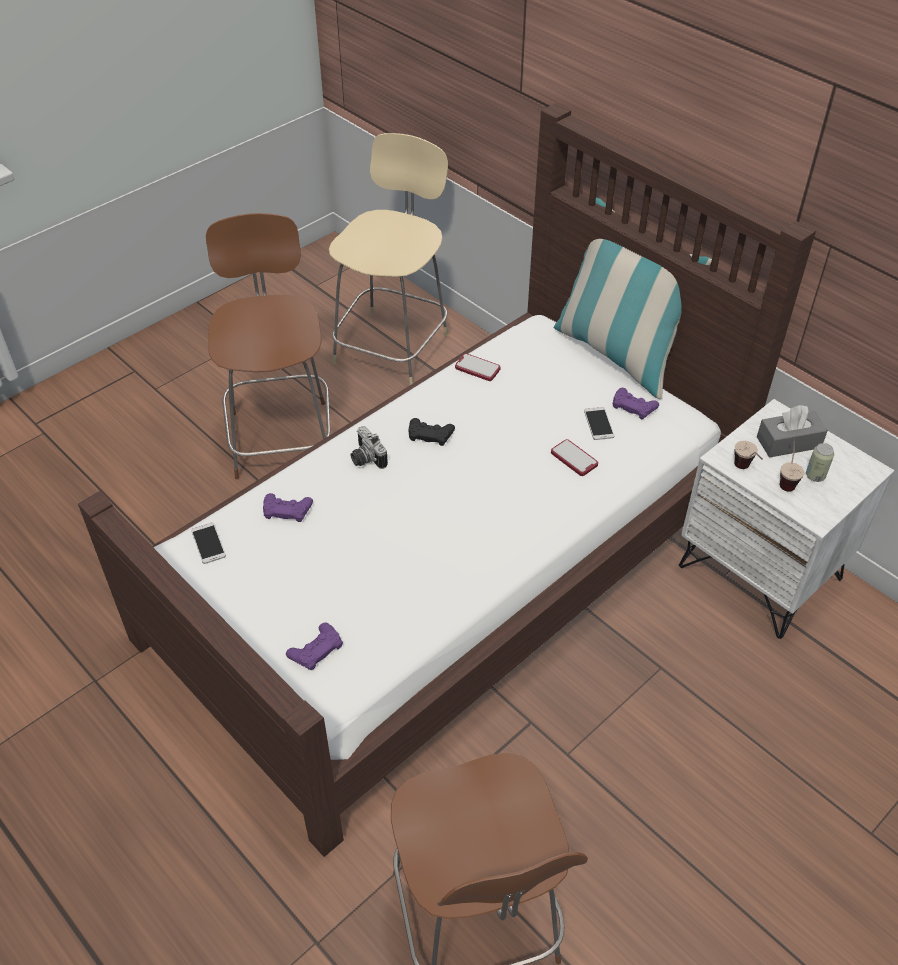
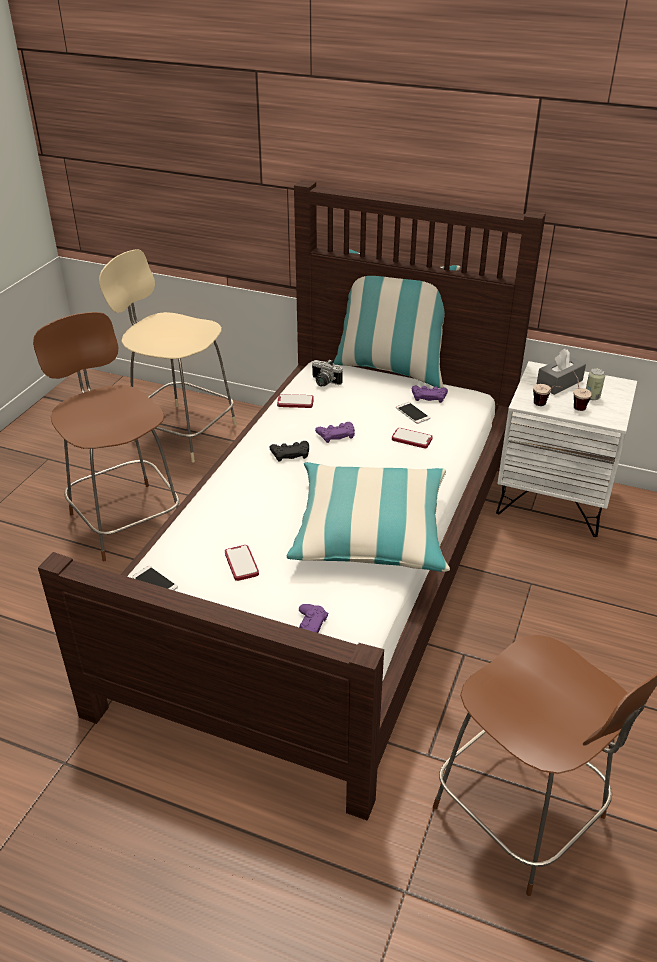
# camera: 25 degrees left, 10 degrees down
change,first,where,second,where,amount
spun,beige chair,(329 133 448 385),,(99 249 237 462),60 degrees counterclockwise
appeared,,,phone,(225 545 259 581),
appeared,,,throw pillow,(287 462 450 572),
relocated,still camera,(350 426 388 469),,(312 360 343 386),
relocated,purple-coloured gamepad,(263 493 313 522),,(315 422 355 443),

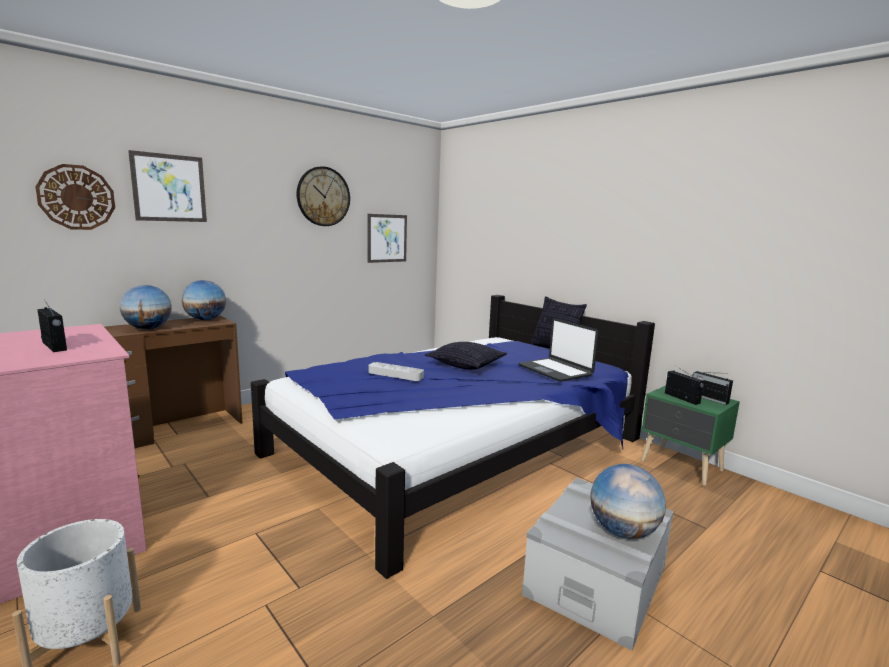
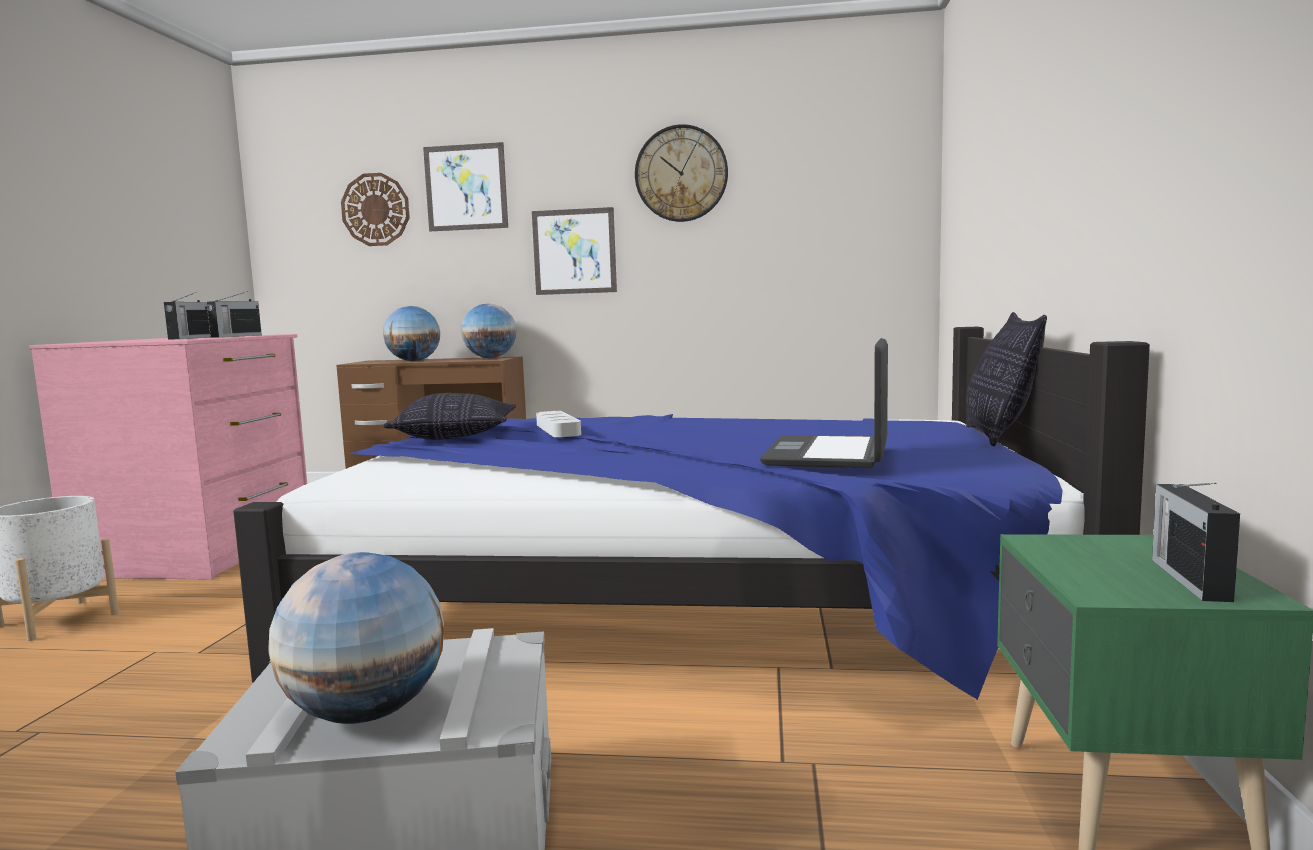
# camera: 50 degrees right, 5 degrees down
change,first,where,second,where,amount
relocated,radio receiver,(665 367 704 405),,(207 291 262 338),
relocated,throw pillow,(425 342 507 370),,(383 393 516 440),
relocated,picture,(368 214 407 263),,(532 207 617 295),

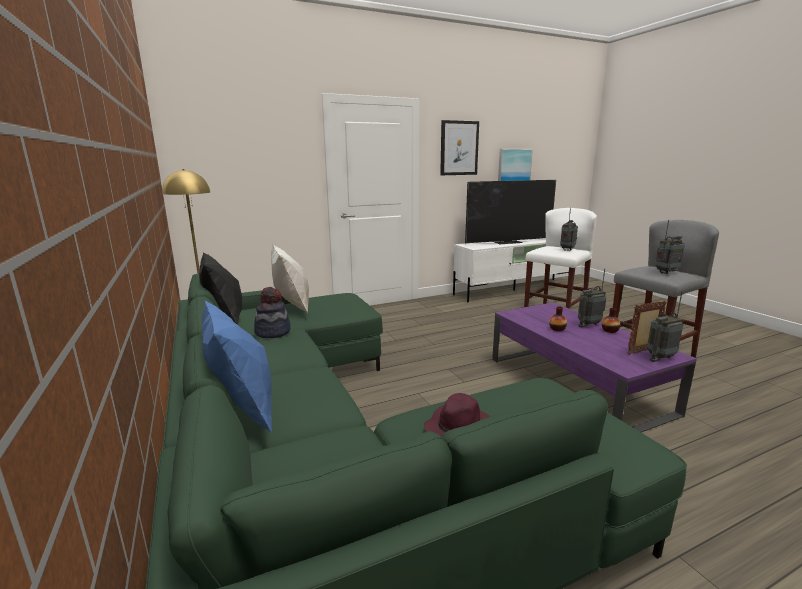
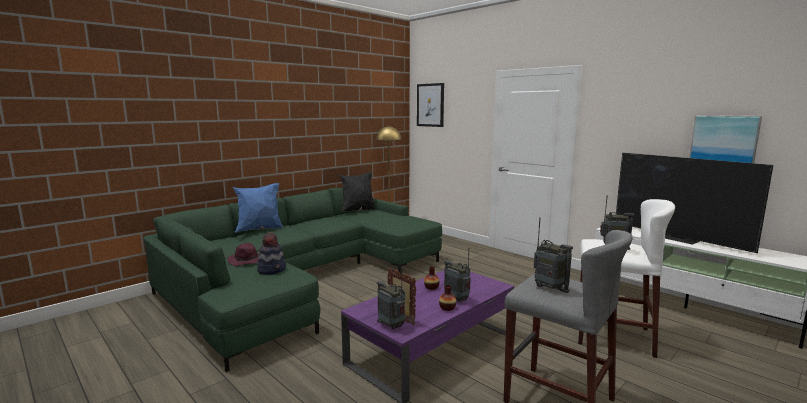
# camera: 70 degrees right, 5 degrees down
change,first,where,second,where,amount
relocated,wearable hat,(254 287 291 338),,(257 232 286 275),
relocated,picture,(440 120 479 175),,(417 83 444 127),
missing,whitish throw pillow,(271 245 309 313),,,

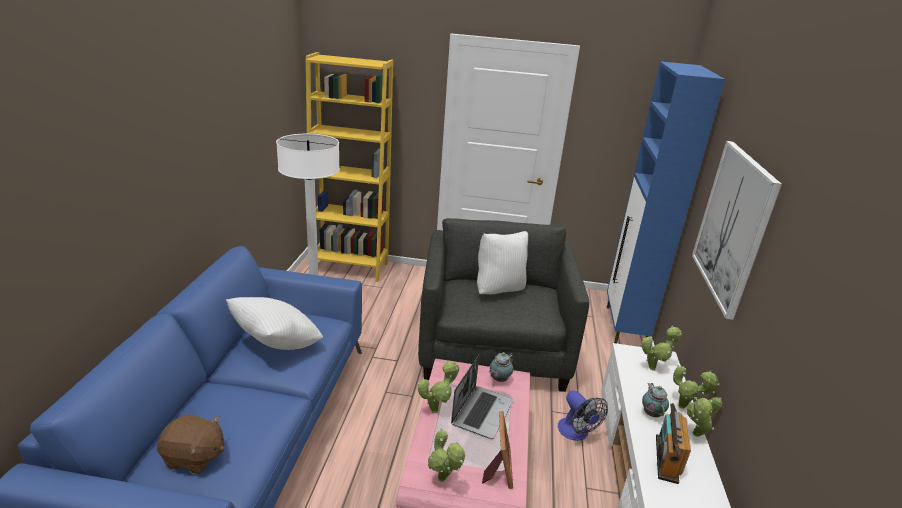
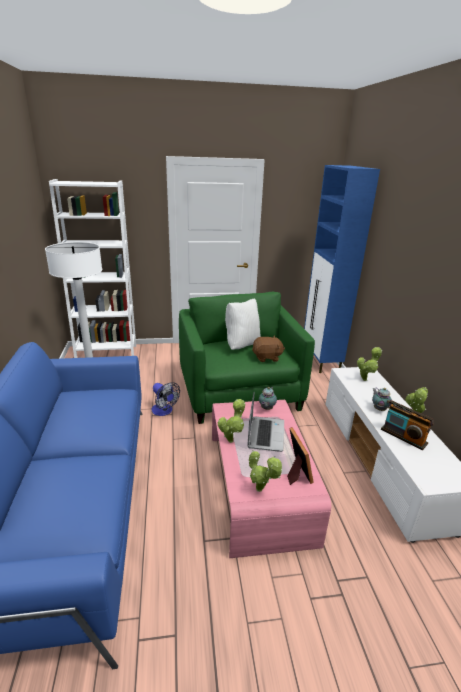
# camera: 15 degrees left, 0 degrees up
change,first,where,second,where,amount
colour,yellow shelving unit,(305 52 393 282),whitish shelving unit,(49 179 136 358),
relocated,cooling fan,(558 390 608 441),,(151 382 180 416),
colour,gray armchair,(418 218 589 392),green armchair,(179 292 315 424),
relocated,brown-coloured plush toy,(157 414 225 474),,(252 336 285 362),
spun,radio receiver,(656 403 691 484),,(381 400 434 450),45 degrees counterclockwise
missing,whitish throw pillow,(226 297 323 350),,,
missing,potted plant,(673 365 719 409),,,
missing,picture,(692 141 782 320),,,

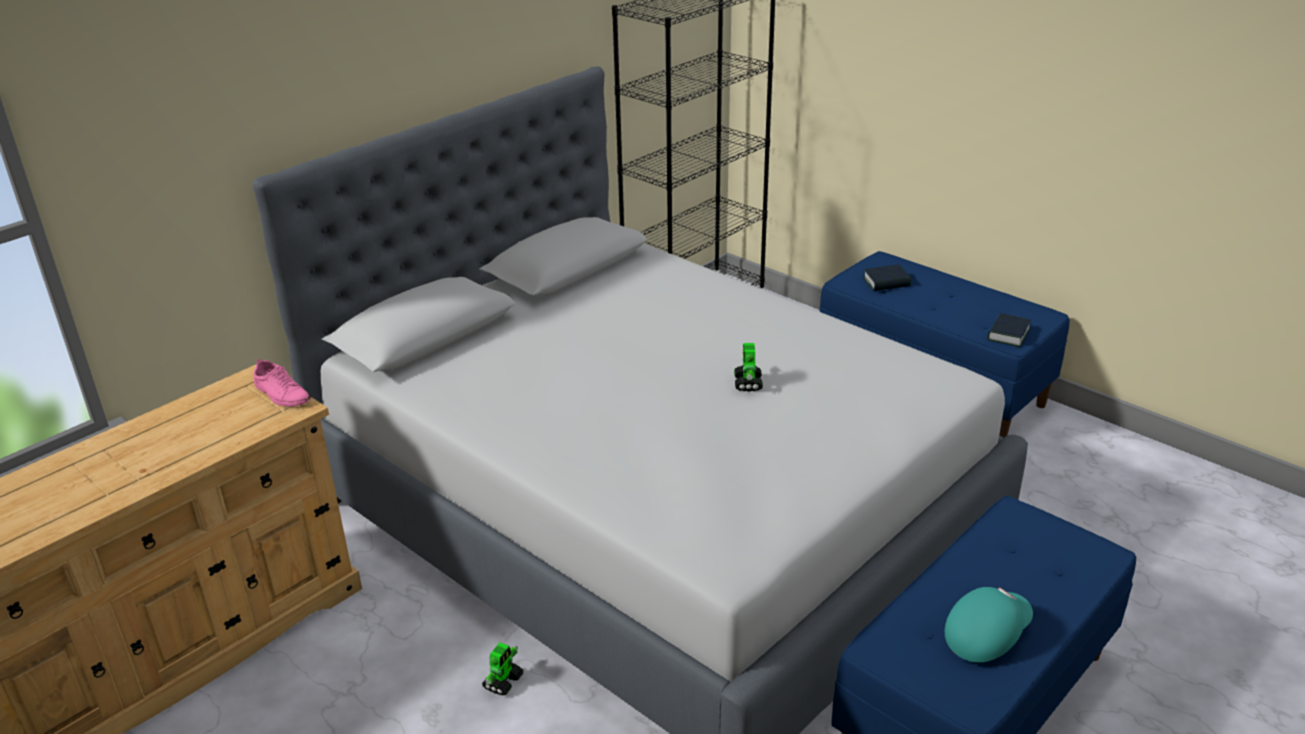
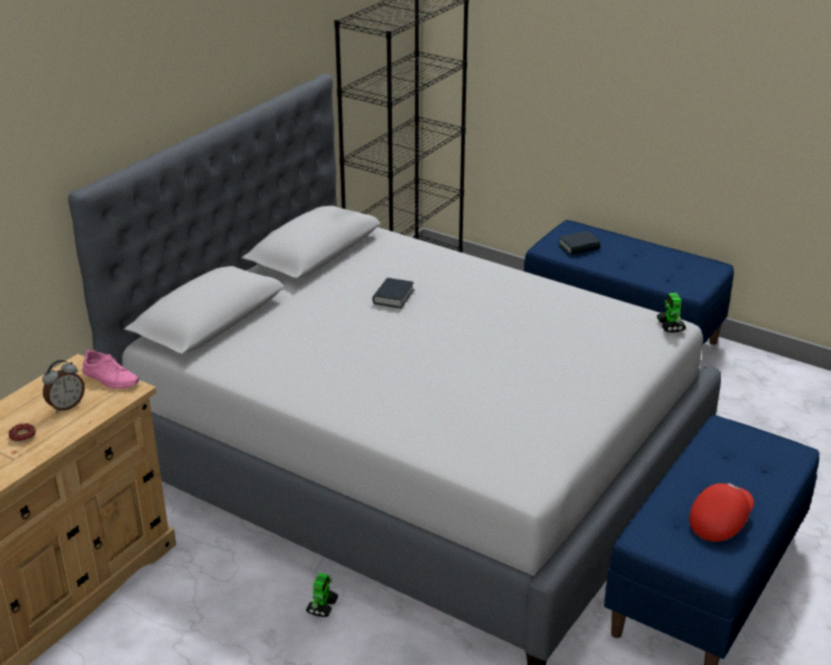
# camera: 10 degrees left, 0 degrees up
change,first,where,second,where,amount
appeared,,,donut,(9 423 36 443),
appeared,,,table clock,(42 360 85 413),
relocated,bound book,(988 313 1031 347),,(372 278 414 308),
relocated,toy robot,(734 343 763 392),,(657 293 686 333),
colour,turquoise-coloured baseball cap,(945 587 1033 663),red-coloured baseball cap,(689 483 754 542),

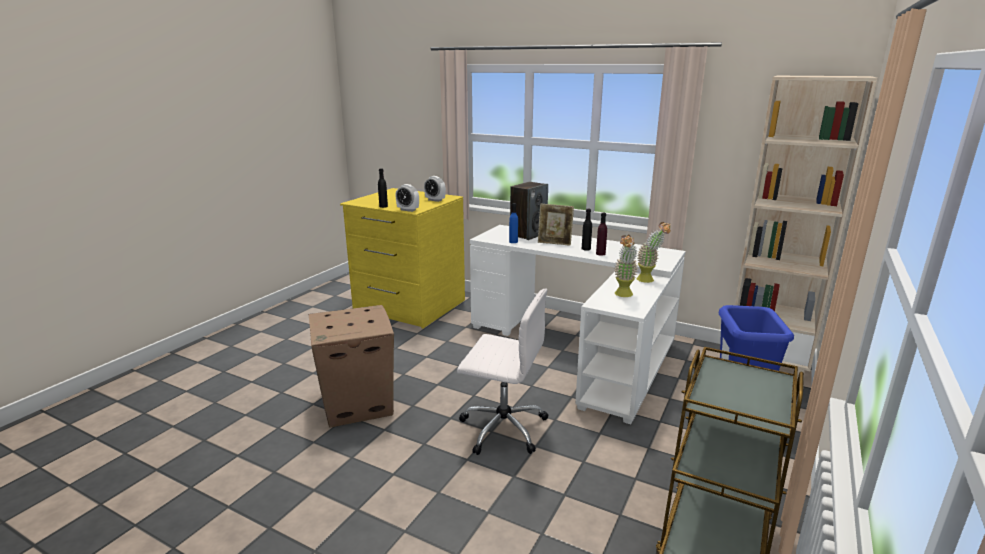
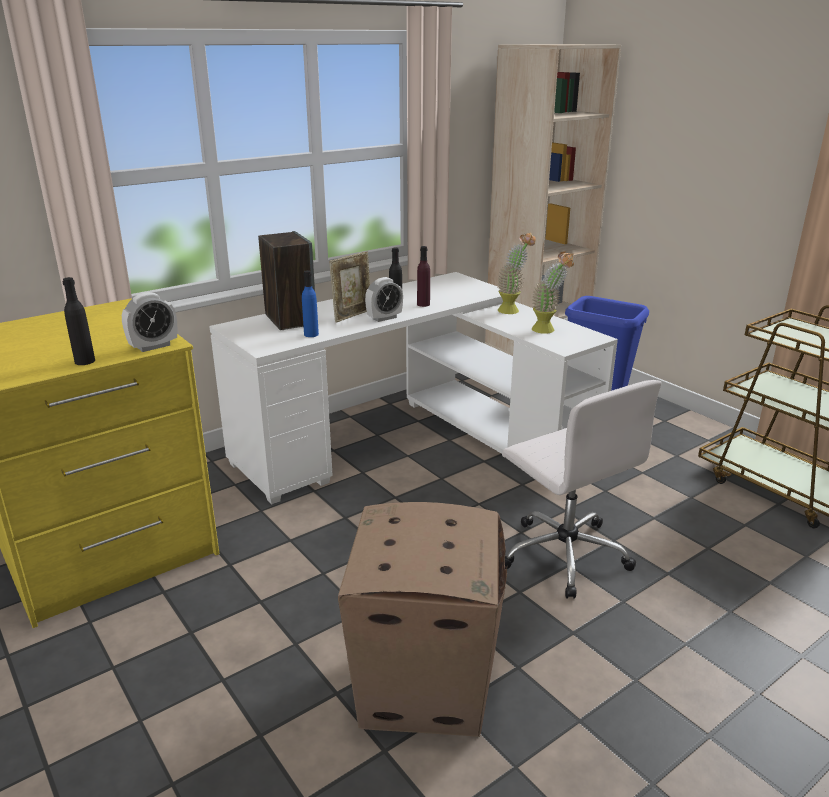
# camera: 65 degrees left, 5 degrees up
change,first,where,second,where,amount
relocated,table clock,(424 176 446 202),,(365 277 403 322),
spun,whitish desk chair,(457 288 549 455),,(502 380 661 598),105 degrees clockwise

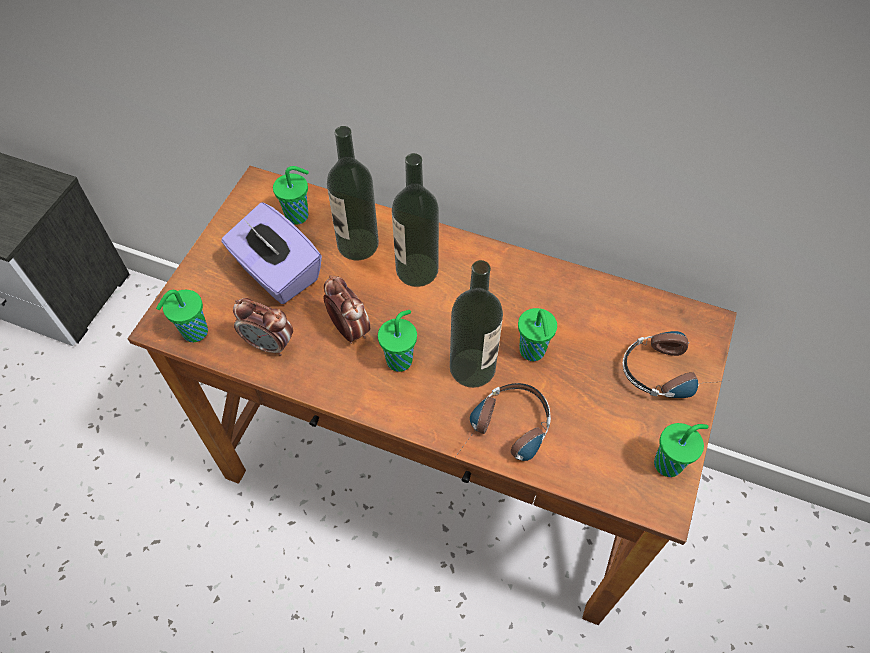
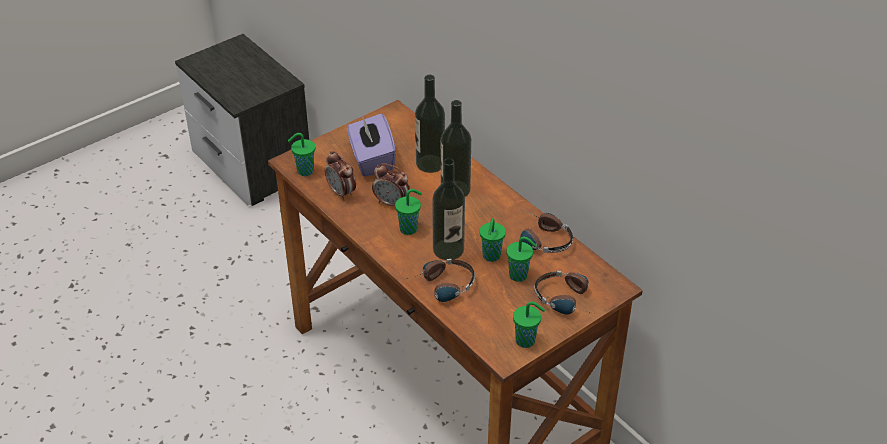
# camera: 30 degrees right, 15 degrees down
change,first,where,second,where,amount
spun,table clock,(323 275 370 344),,(372 163 410 206),120 degrees clockwise
relocated,green small cup,(273 166 309 225),,(506 236 537 282),
appeared,,,pair of headphones,(520 210 573 253),

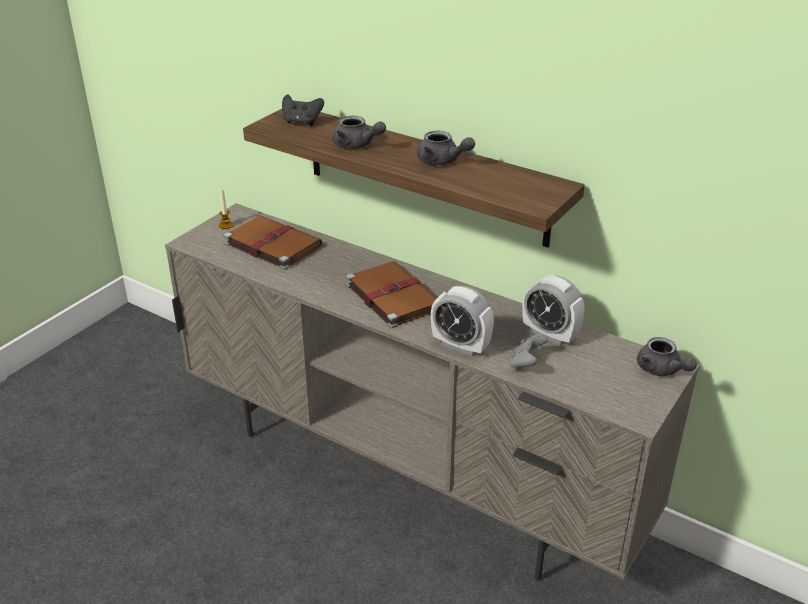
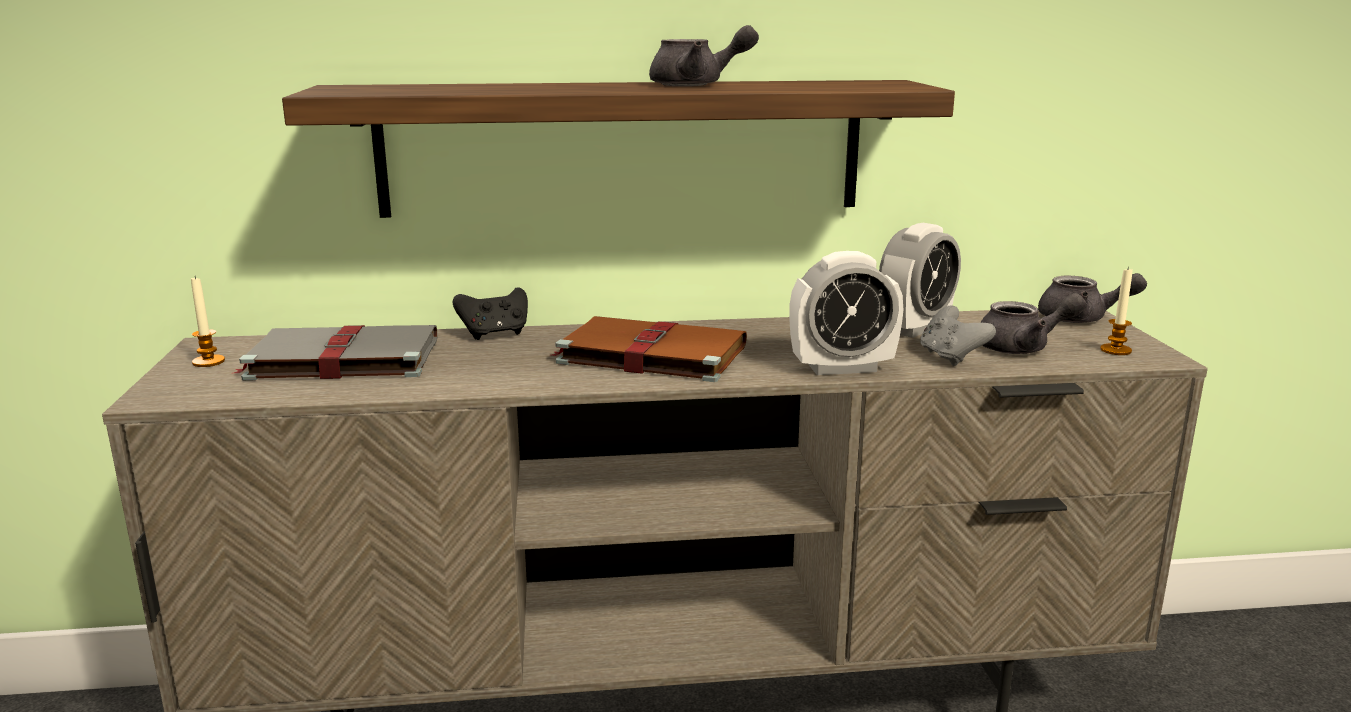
# camera: 40 degrees left, 15 degrees down
change,first,where,second,where,amount
colour,brown-coloured bound book,(224 216 322 270),gray bound book,(234 325 437 381),
relocated,black-coloured gamepad,(282 94 324 126),,(453 287 528 340),
spun,table clock,(522 275 585 345),,(879 223 961 338),45 degrees counterclockwise
relocated,gray tea pot,(333 116 386 149),,(980 293 1086 354),
appeared,,,candle,(1100 266 1132 355),

